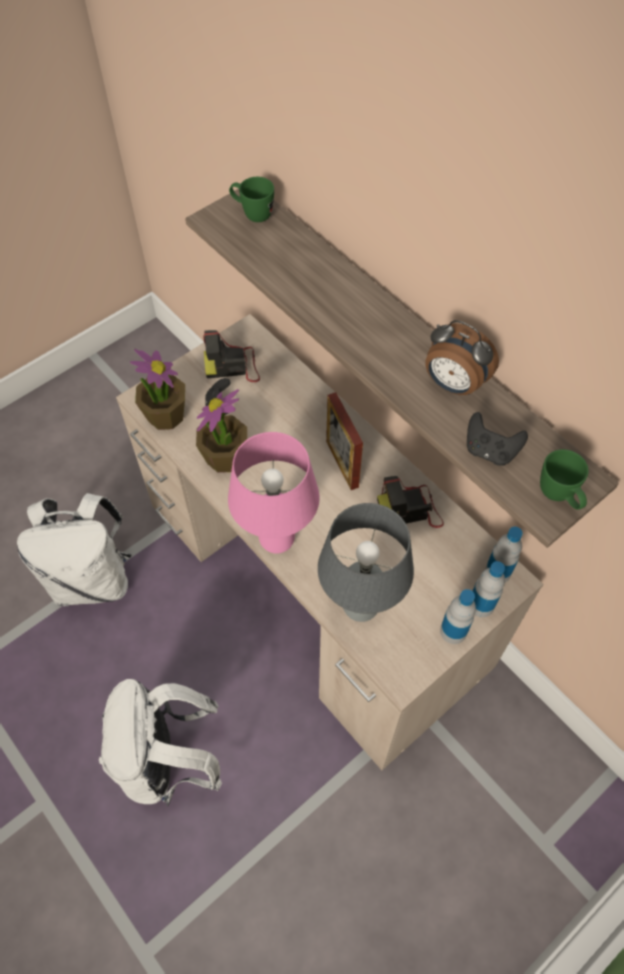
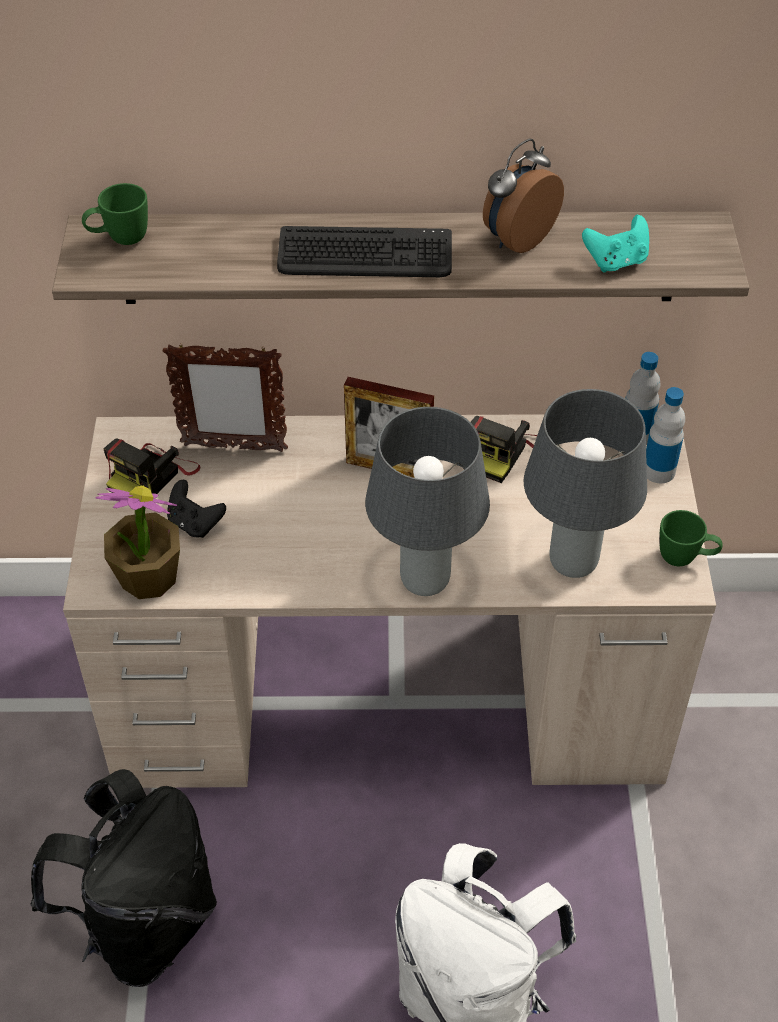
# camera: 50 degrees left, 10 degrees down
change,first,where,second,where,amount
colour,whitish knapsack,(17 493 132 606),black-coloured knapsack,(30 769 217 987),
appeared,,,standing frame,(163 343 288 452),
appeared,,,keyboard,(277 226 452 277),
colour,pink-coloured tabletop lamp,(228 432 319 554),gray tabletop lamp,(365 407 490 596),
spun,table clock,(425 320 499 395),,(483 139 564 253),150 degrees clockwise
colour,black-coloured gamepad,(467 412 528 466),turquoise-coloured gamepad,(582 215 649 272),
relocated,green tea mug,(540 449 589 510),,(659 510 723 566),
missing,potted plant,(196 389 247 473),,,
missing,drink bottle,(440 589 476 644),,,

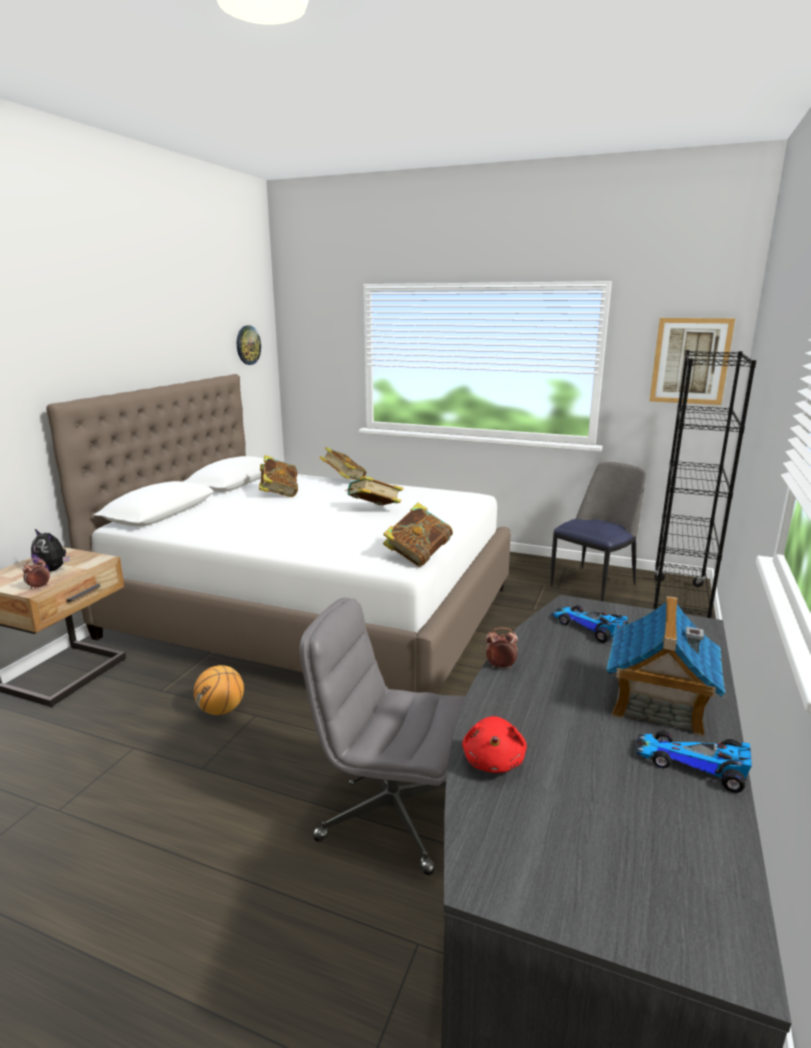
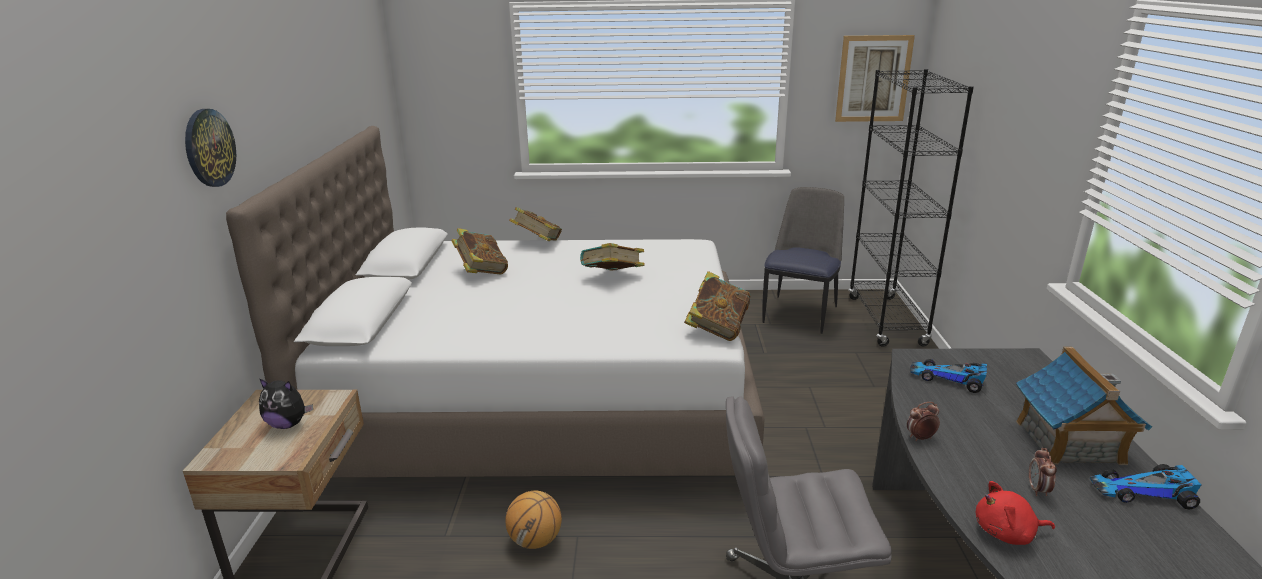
# camera: 20 degrees left, 5 degrees up
change,first,where,second,where,amount
relocated,clock on the wall,(237 326 261 365),,(185 109 236 187),
spun,red-coloured plush toy,(462 716 527 773),,(976 481 1055 545),105 degrees clockwise
relocated,table clock,(23 558 50 590),,(1029 448 1057 496),

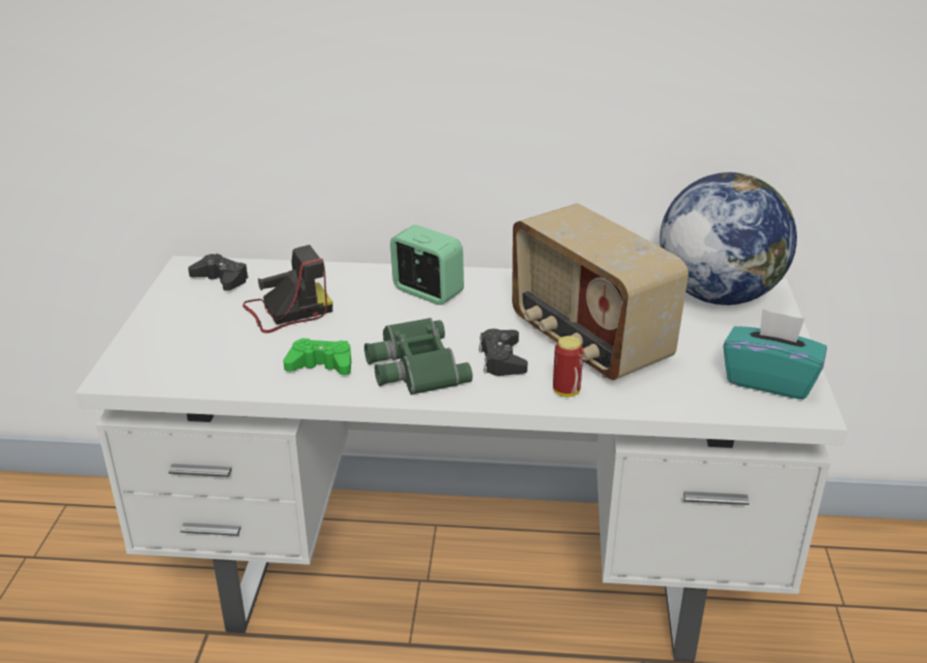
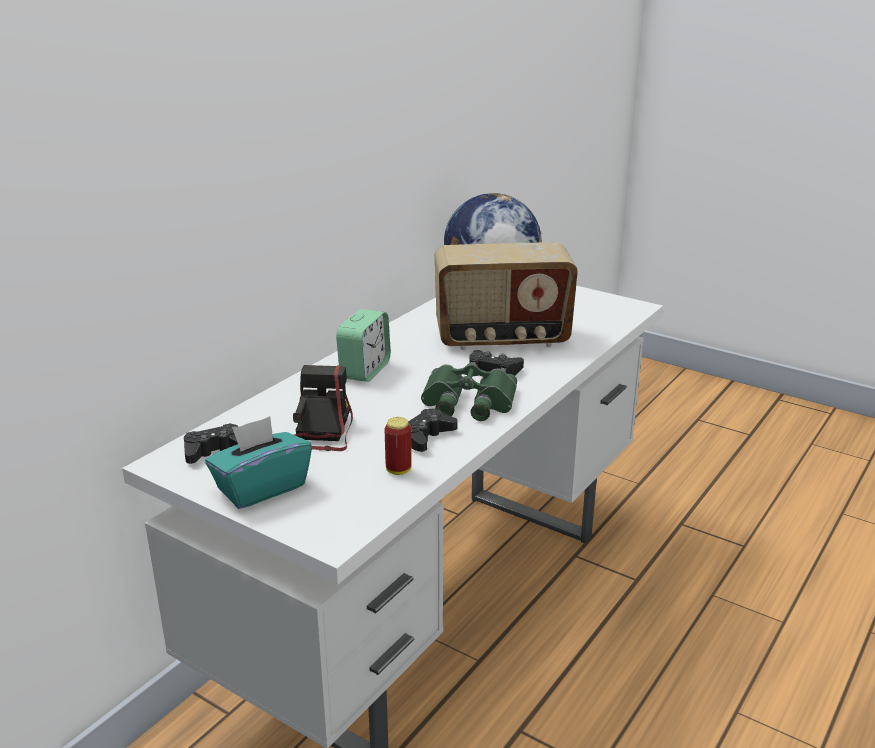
# camera: 60 degrees left, 5 degrees down
change,first,where,second,where,amount
relocated,turquoise-coloured tissue box,(723 309 827 400),,(205 416 312 509),
spun,table clock,(390 225 464 305),,(336 309 391 382),135 degrees clockwise
relocated,sealed can,(553 336 584 397),,(385 417 412 475),
colour,green gamepad,(283 338 351 375),black-coloured gamepad,(408 409 457 452),

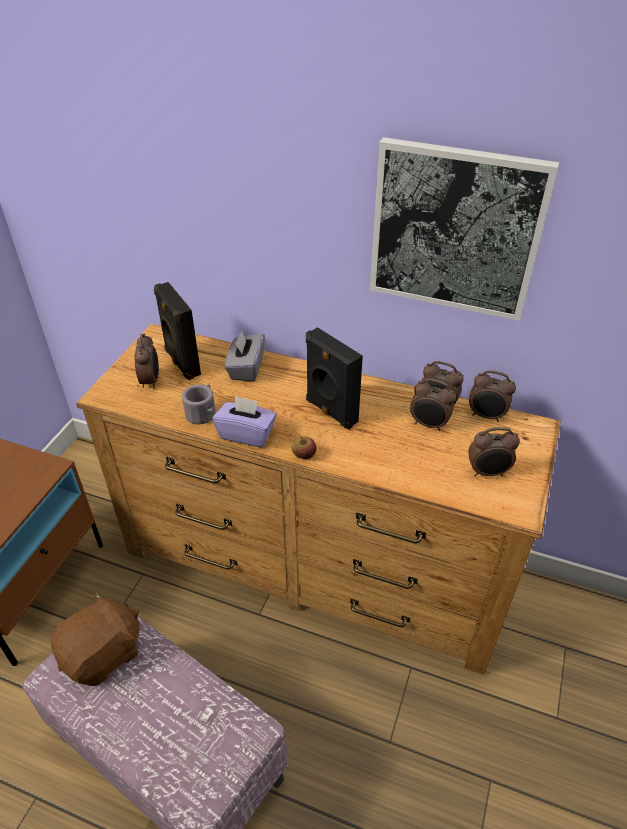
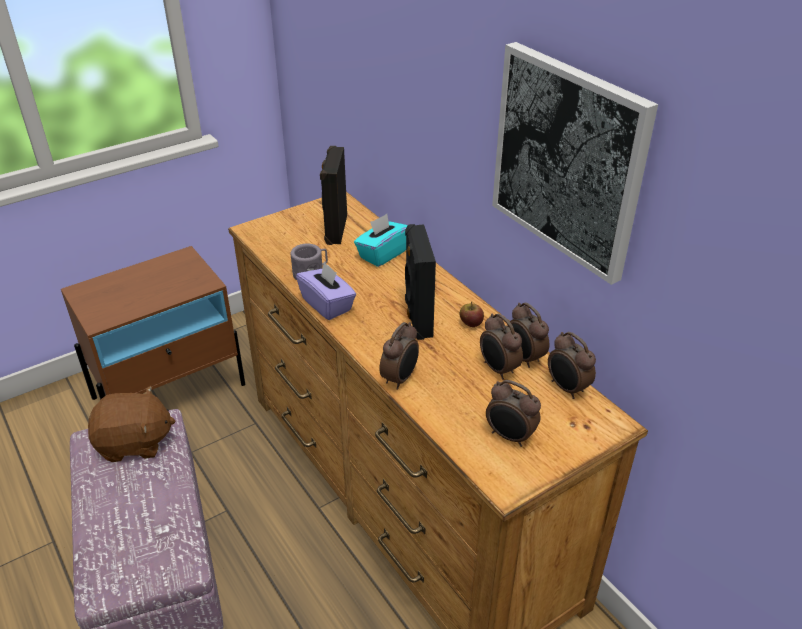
# camera: 35 degrees right, 5 degrees down
change,first,where,second,where,amount
colour,gray tissue box,(225 330 265 382),turquoise-coloured tissue box,(354 214 408 267),
relocated,table clock,(134 333 159 389),,(379 322 419 390),
relocated,apple fruit,(292 436 317 459),,(460 302 484 327),

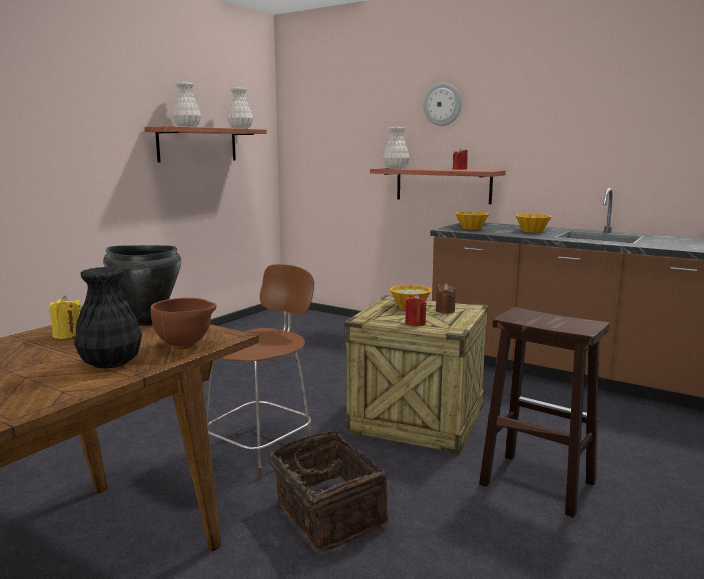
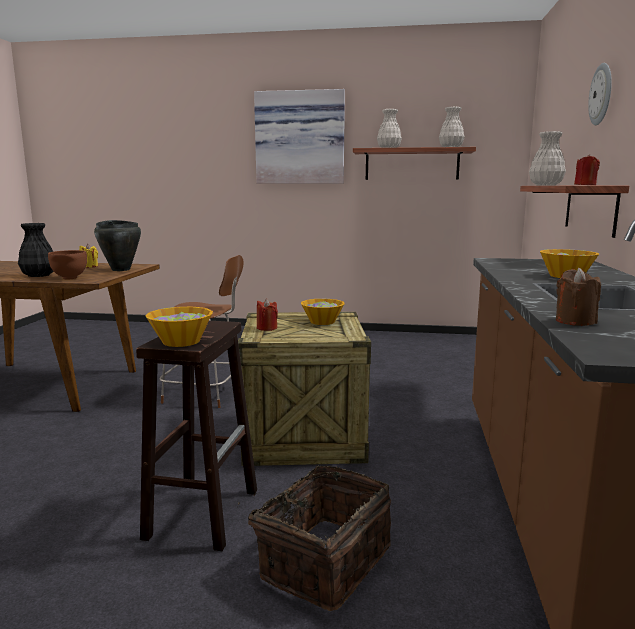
# camera: 65 degrees right, 0 degrees up
change,first,where,second,where,amount
relocated,bowl,(455 212 489 230),,(146 307 213 347),
relocated,household basket,(269 430 388 552),,(238 465 391 611),
appeared,,,picture,(254 89 345 184),
relocated,brown-coloured candle,(436 283 456 314),,(556 268 601 326),

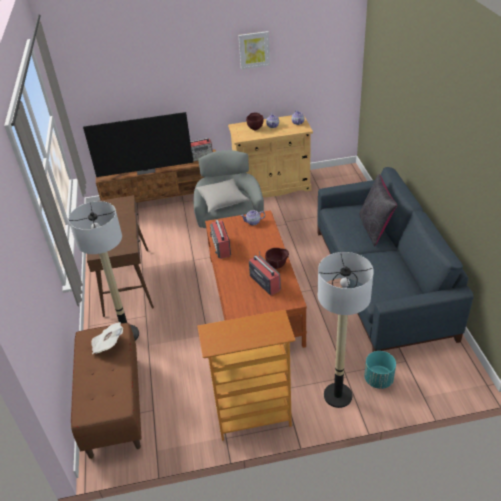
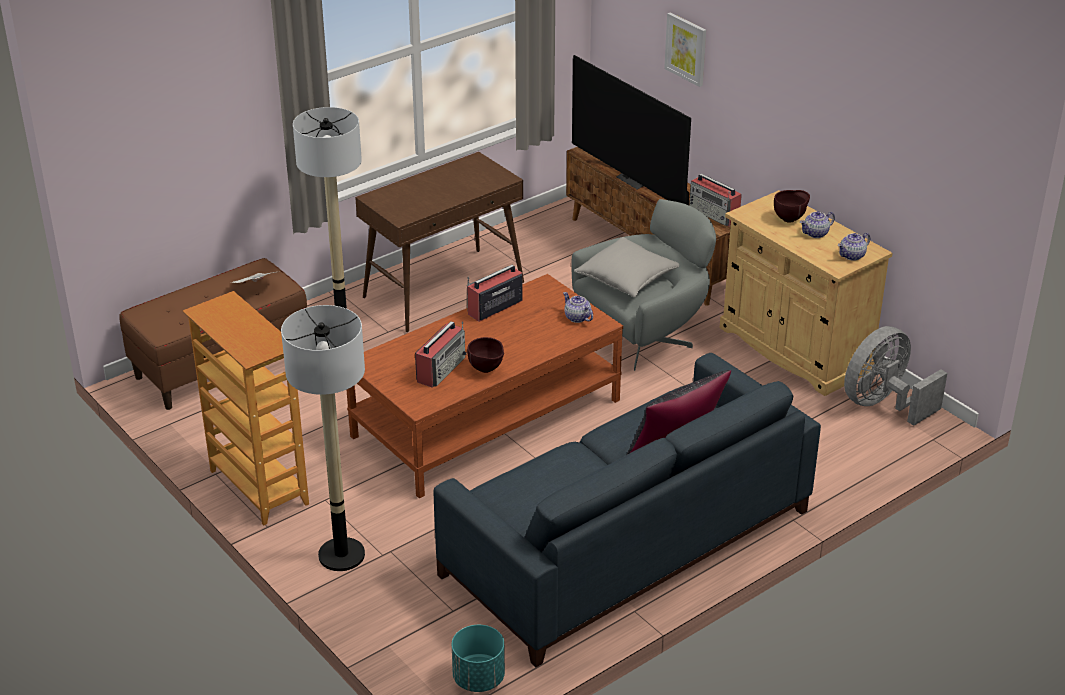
# camera: 60 degrees right, 5 degrees down
change,first,where,second,where,amount
relocated,turquoise-coloured flower pot,(364 351 396 389),,(452 625 505 692),
relocated,picture,(239 31 270 69),,(664 12 706 87),
appeared,,,gray cooling fan,(844 326 947 426),

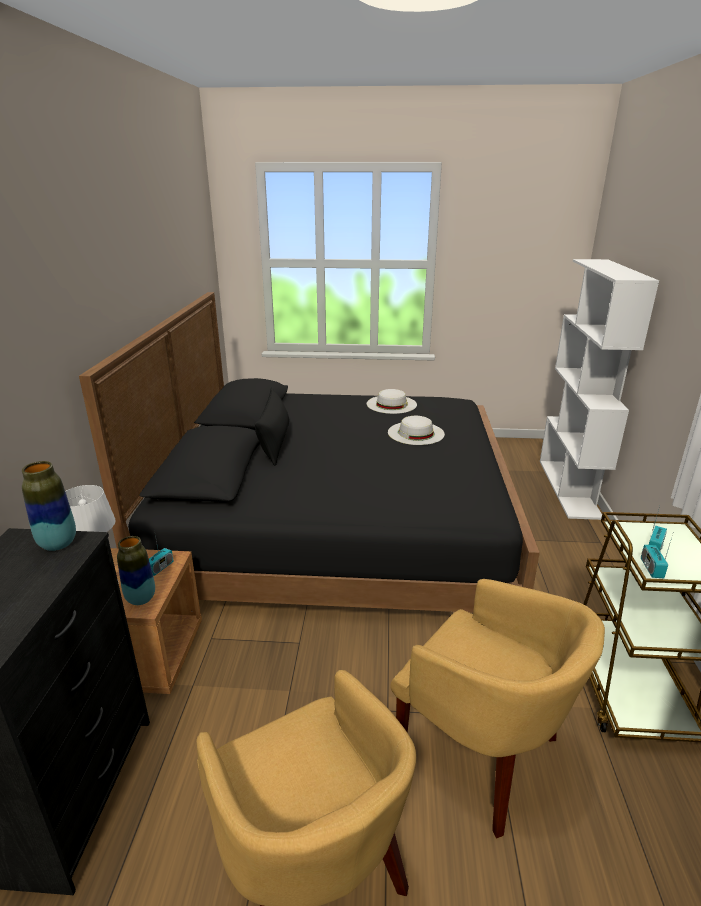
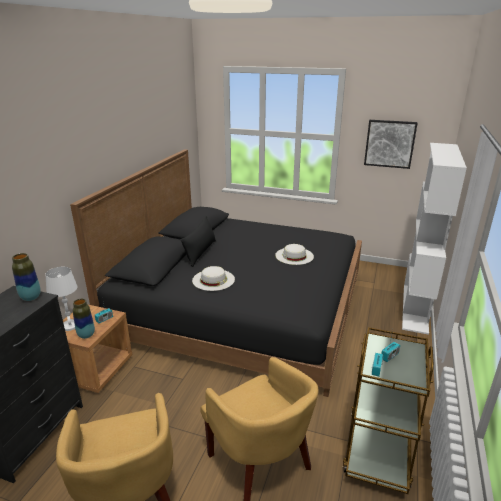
# camera: 15 degrees right, 0 degrees up
change,first,where,second,where,amount
relocated,whitish wearable hat,(367 389 417 414),,(192 266 235 291),
appeared,,,picture,(364 120 418 169),

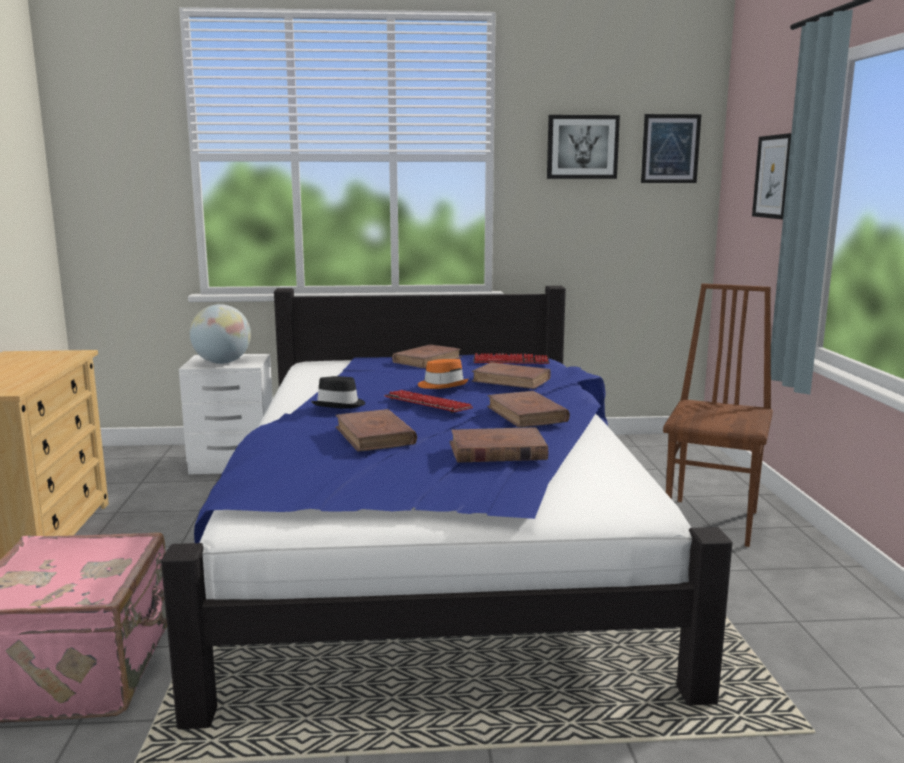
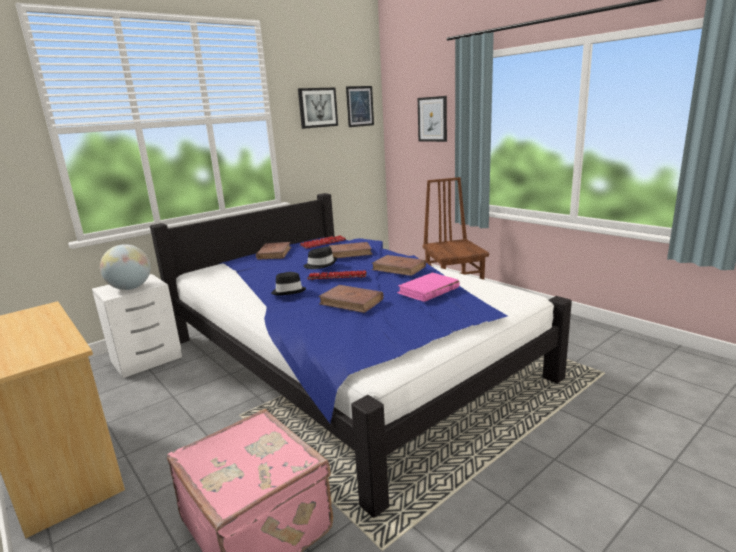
# camera: 35 degrees left, 5 degrees up
change,first,where,second,where,amount
colour,orange wearable hat,(418 359 469 389),black-coloured wearable hat,(304 247 337 269),
colour,brown-coloured bound book,(450 427 548 463),pink-coloured bound book,(397 273 460 302),

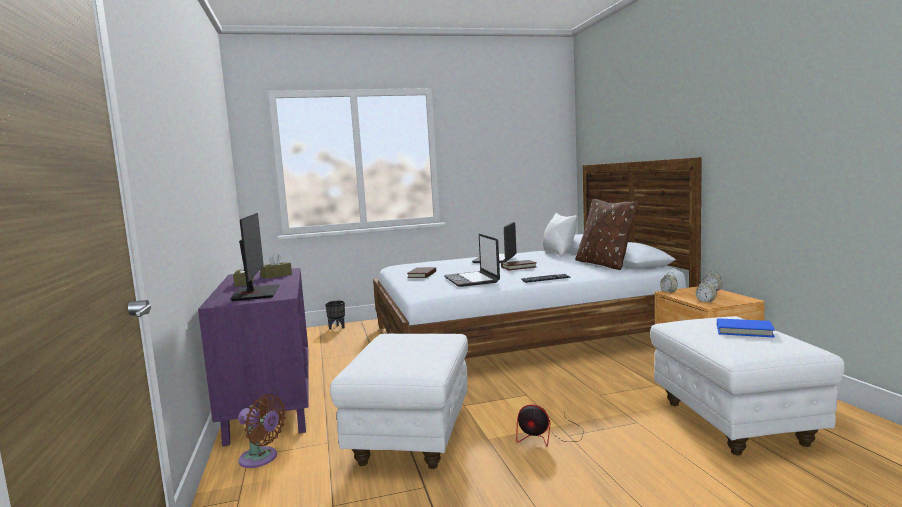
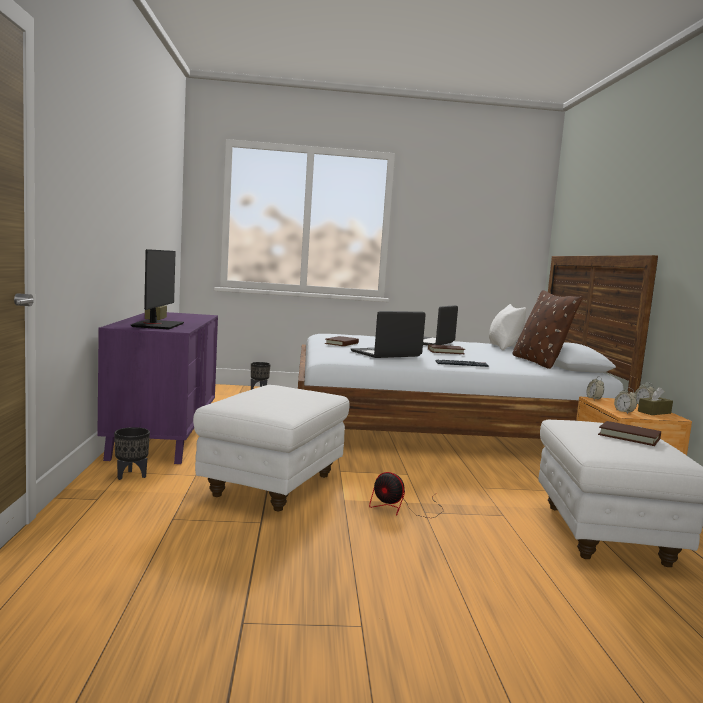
# camera: 10 degrees right, 0 degrees up
change,first,where,second,where,amount
exchanged,brown-coloured cooling fan,(238 394 286 468),black-coloured flower pot,(114 427 150 480),
spun,portable computer,(444 234 500 287),,(351 311 426 358),60 degrees clockwise
colour,bluish bound book,(717 318 775 337),brown-coloured bound book,(598 421 661 446),
relocated,brown-coloured tissue box,(260 253 292 279),,(638 387 673 415),

